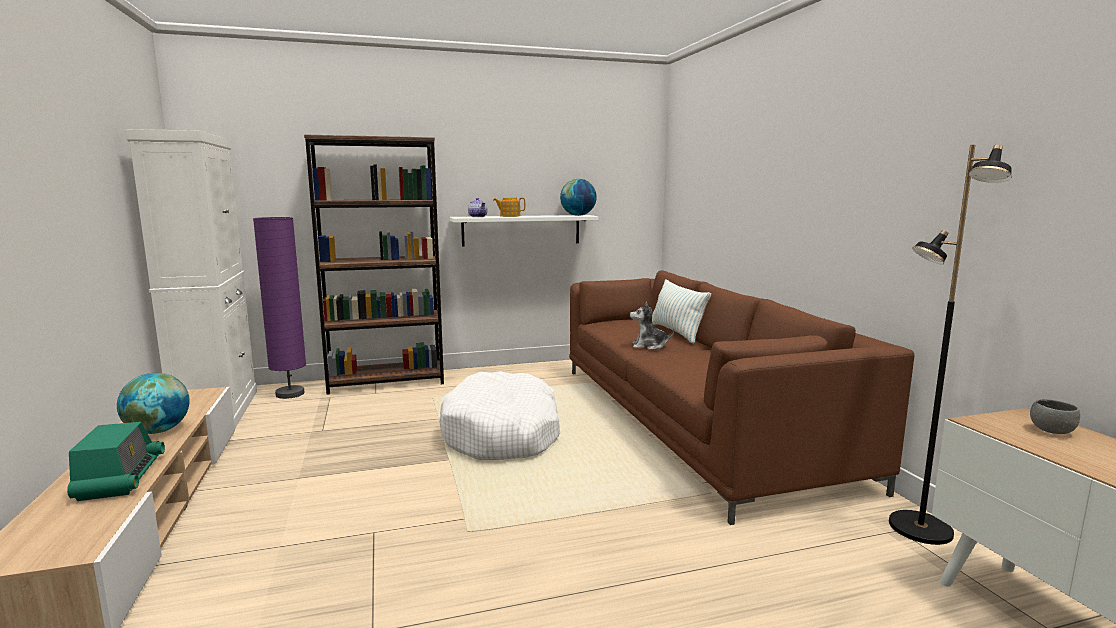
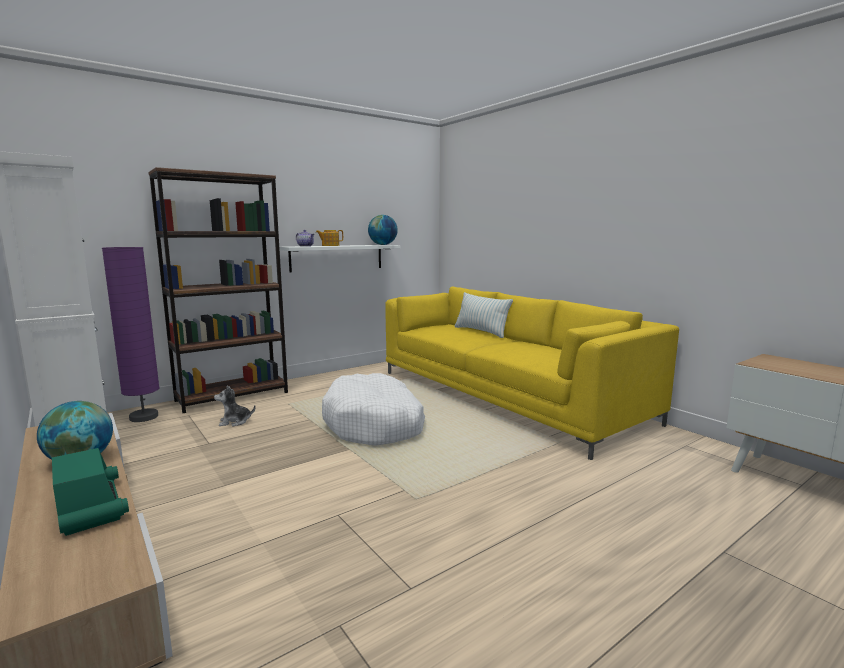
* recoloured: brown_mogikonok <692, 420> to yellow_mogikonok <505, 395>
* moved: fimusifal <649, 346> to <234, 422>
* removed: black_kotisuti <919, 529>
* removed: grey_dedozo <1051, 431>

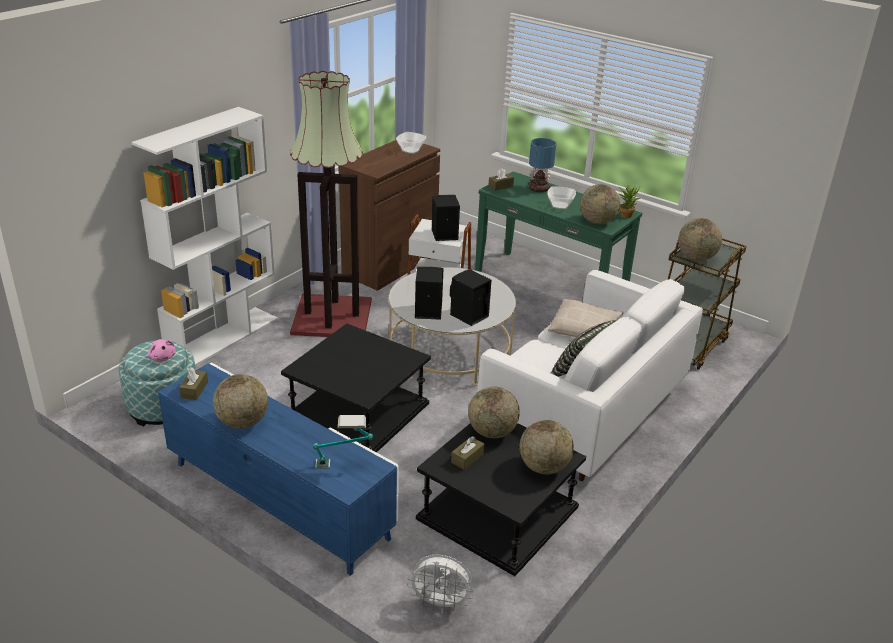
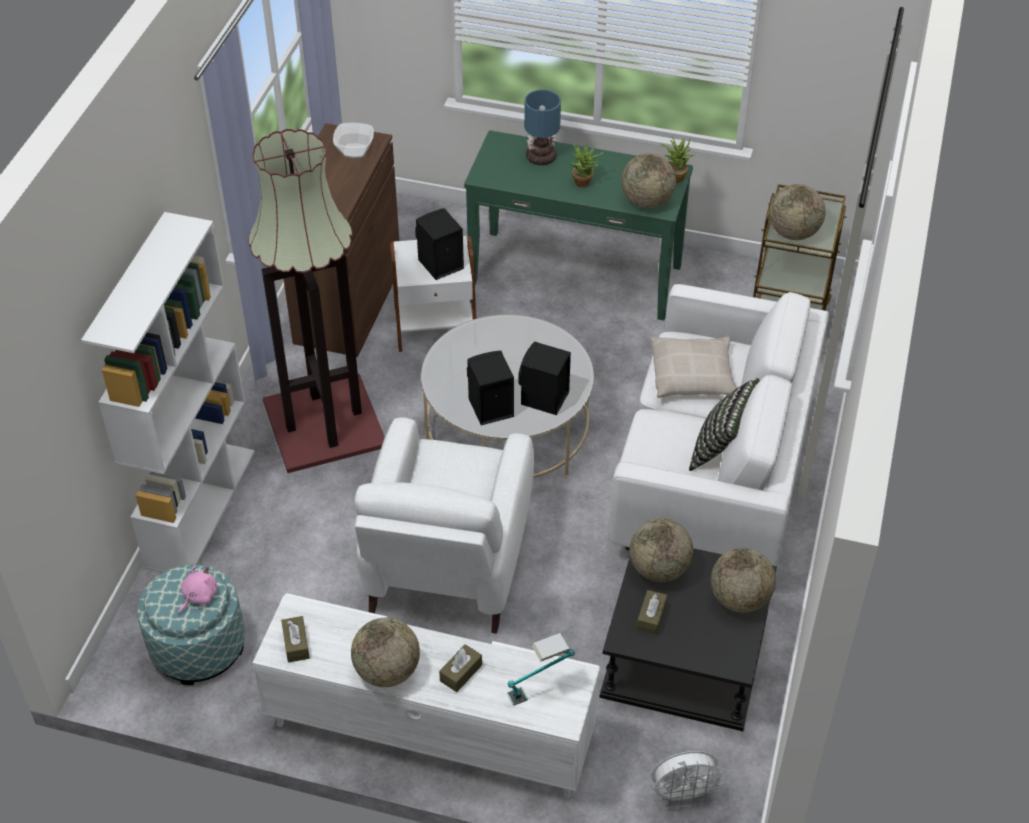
* turned: pink_fimusifal <162, 357> = <198, 596> 90 degrees counterclockwise
* recoloured: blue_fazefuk <279, 501> to white_fazefuk <431, 730>
* replaced: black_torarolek <357, 411> to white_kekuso <446, 567>
* moved: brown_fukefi <500, 186> to <461, 673>
* replaced: dedozo <559, 205> to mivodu <585, 184>

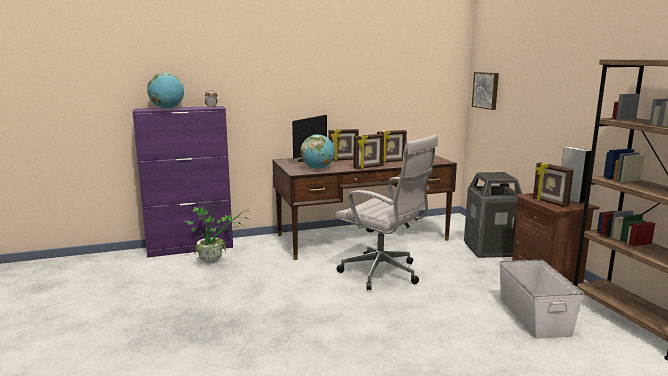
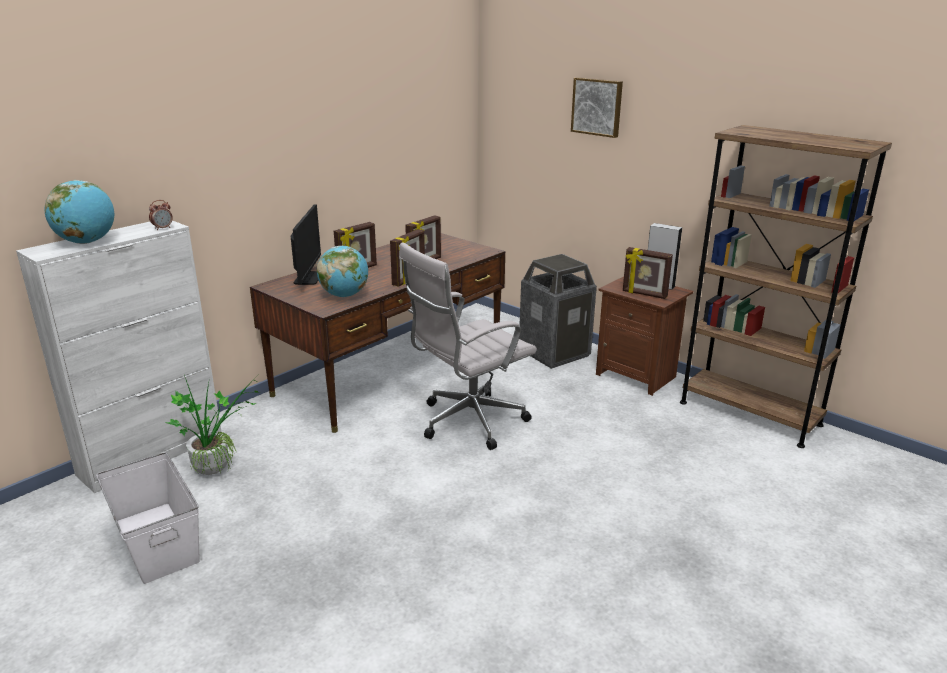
* recoloured: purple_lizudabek <191, 247> to white_lizudabek <152, 454>
* turned: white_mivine <384, 274> = <467, 422> 135 degrees clockwise
* moved: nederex <486, 90> to <597, 107>
* moved: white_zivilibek <534, 316> to <157, 540>

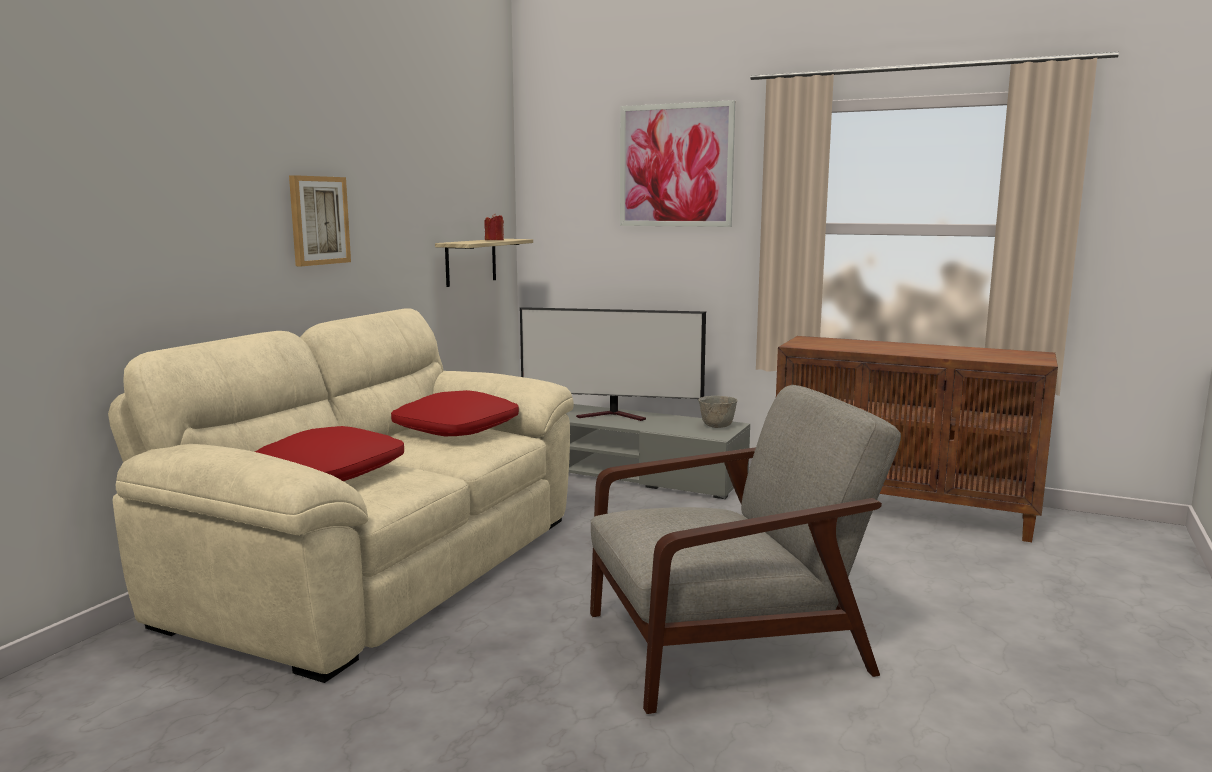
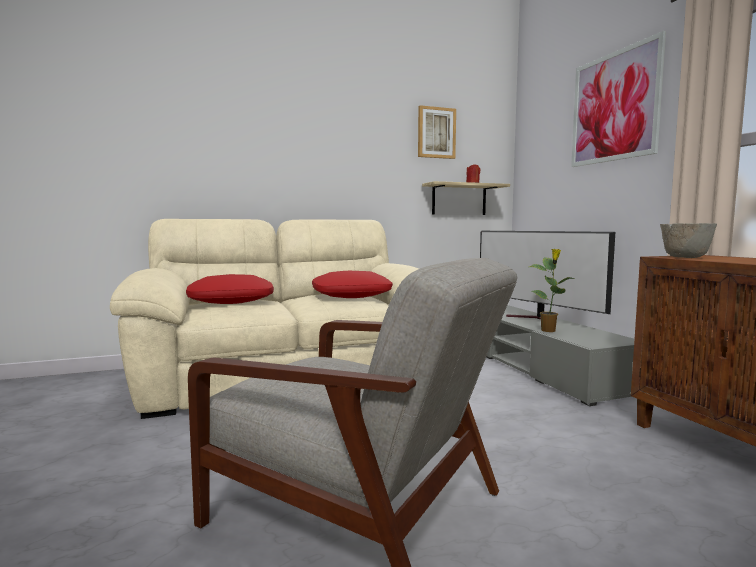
* moved: nederex <318, 220> to <436, 133>
* moved: grey_dedozo <717, 426> to <684, 257>
* added: mivodu <549, 330>

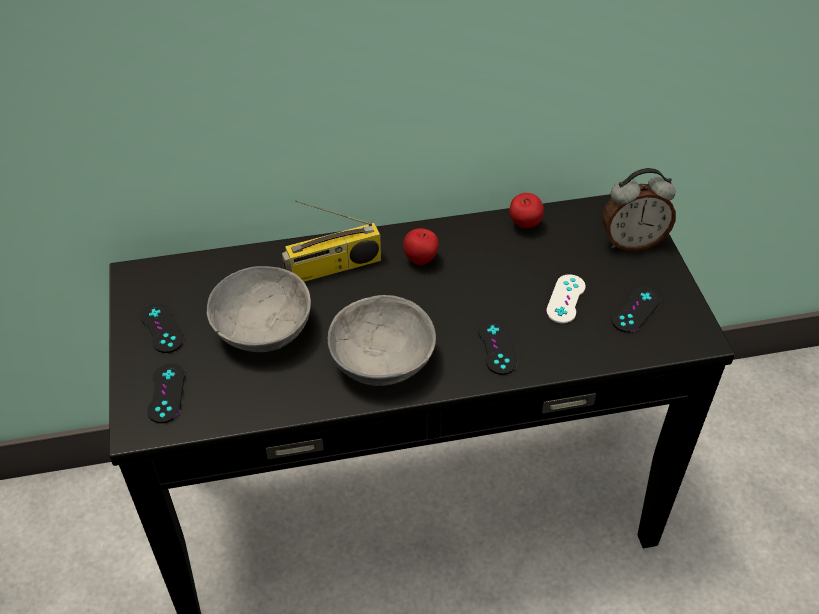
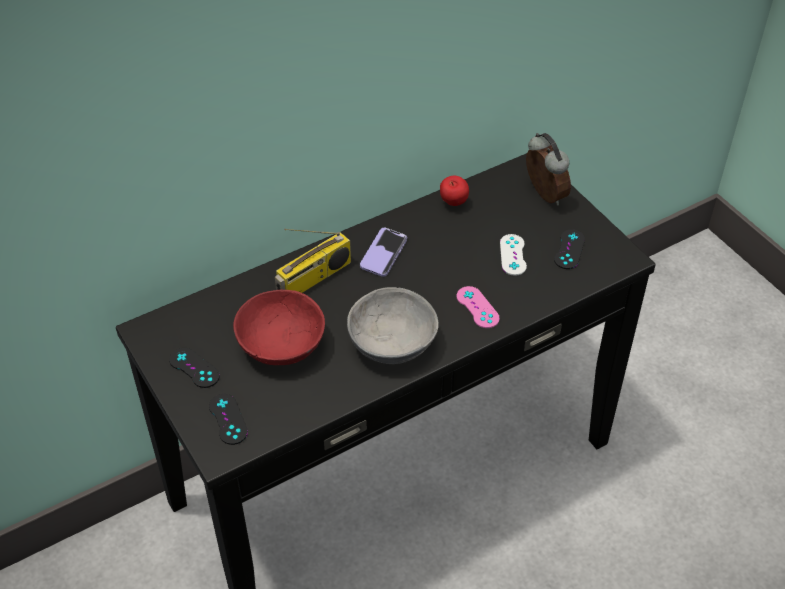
* recoloured: grey_dedozo <264, 327> to red_dedozo <281, 343>
* replaced: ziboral <421, 260> to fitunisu <383, 253>
* recoloured: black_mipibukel <497, 347> to pink_mipibukel <477, 307>
* turned: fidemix <632, 242> = <543, 196> 90 degrees counterclockwise

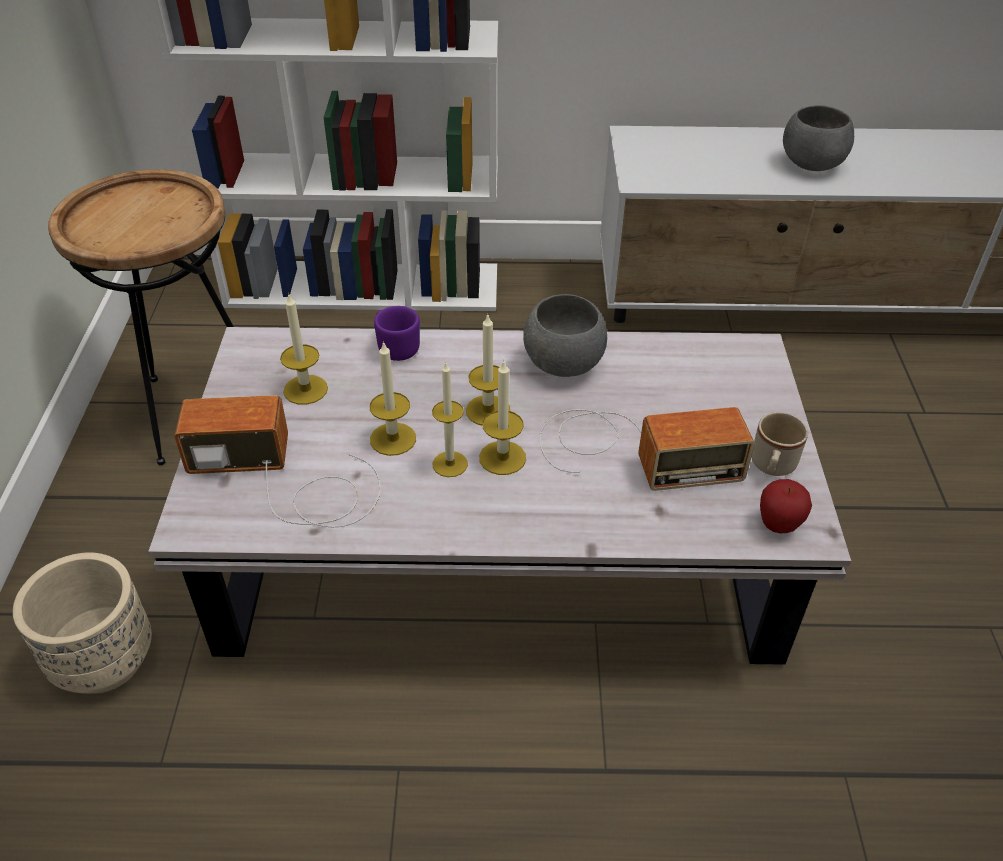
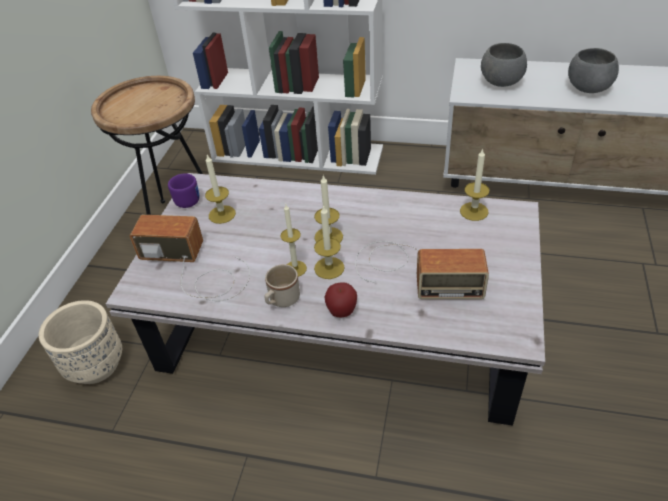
* moved: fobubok <393, 439> to <474, 211>
* moved: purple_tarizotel <396, 347> to <187, 199>
* moved: grey_dedozo <562, 364> to <500, 83>
* moved: beige_tarizotel <771, 467> to <281, 300>
* moved: ziboral <778, 525> to <341, 312>

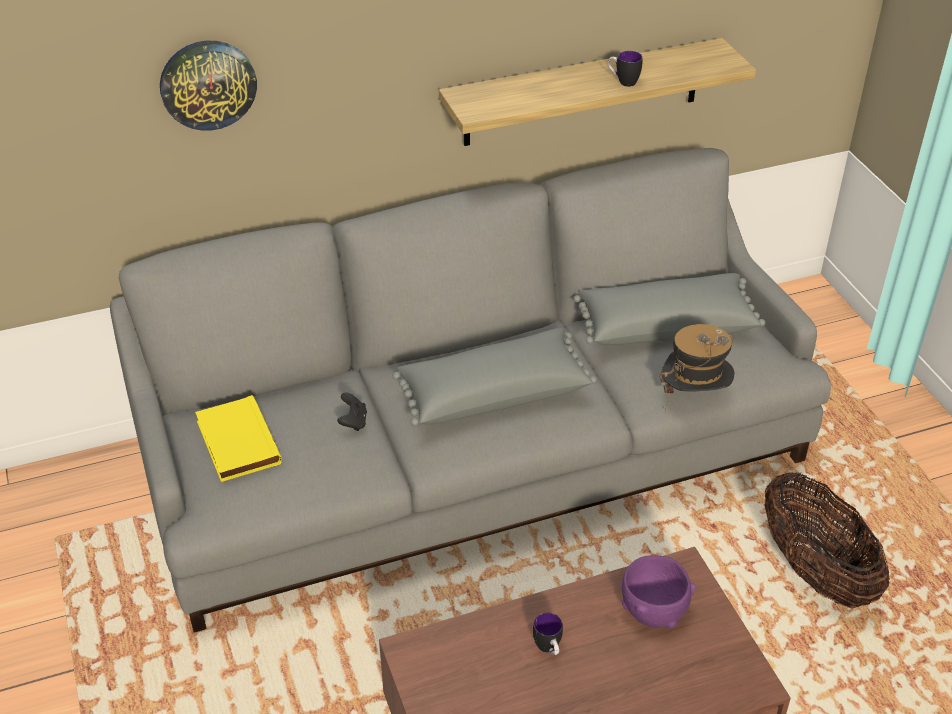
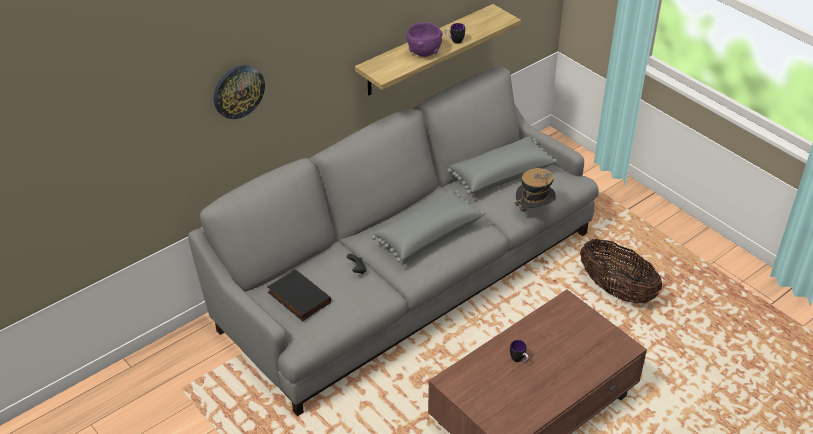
* recoloured: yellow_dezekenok <236, 443> to black_dezekenok <297, 298>
* moved: purple_dedozo <653, 611> to <424, 52>

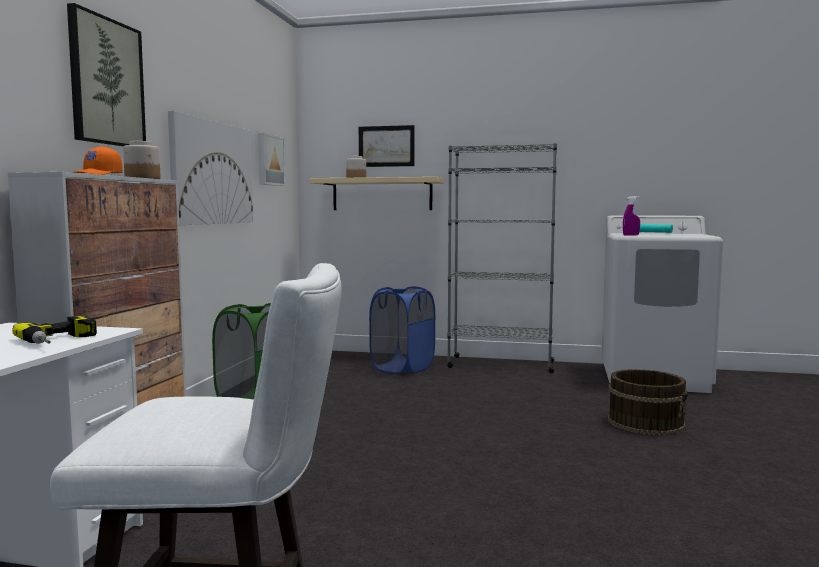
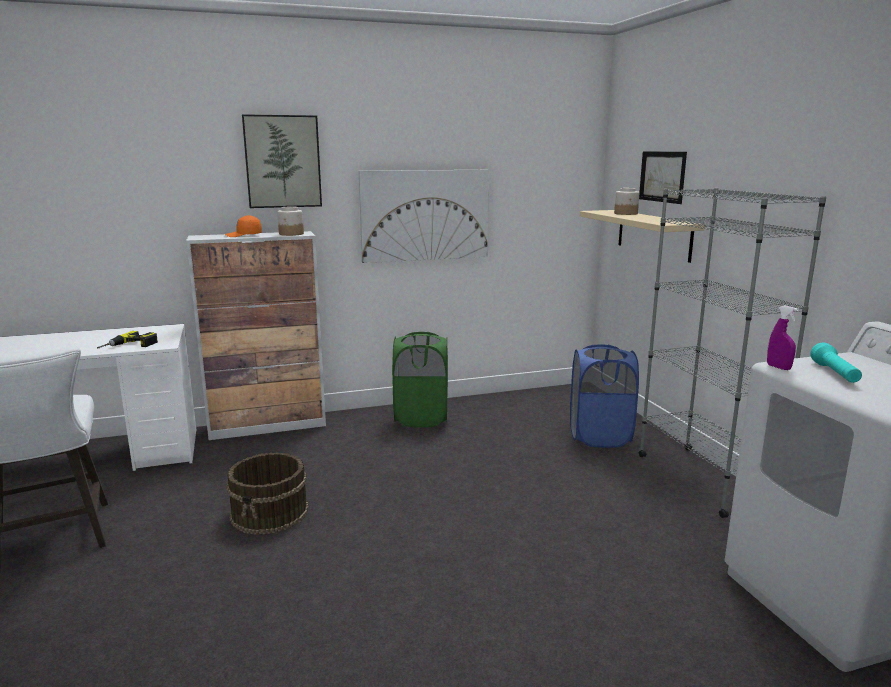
* removed: nederex <269, 160>
* moved: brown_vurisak <646, 422> to <270, 513>

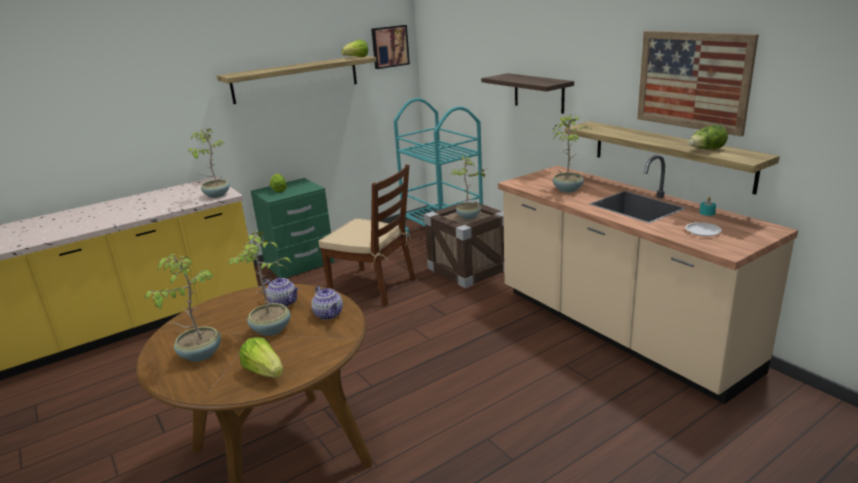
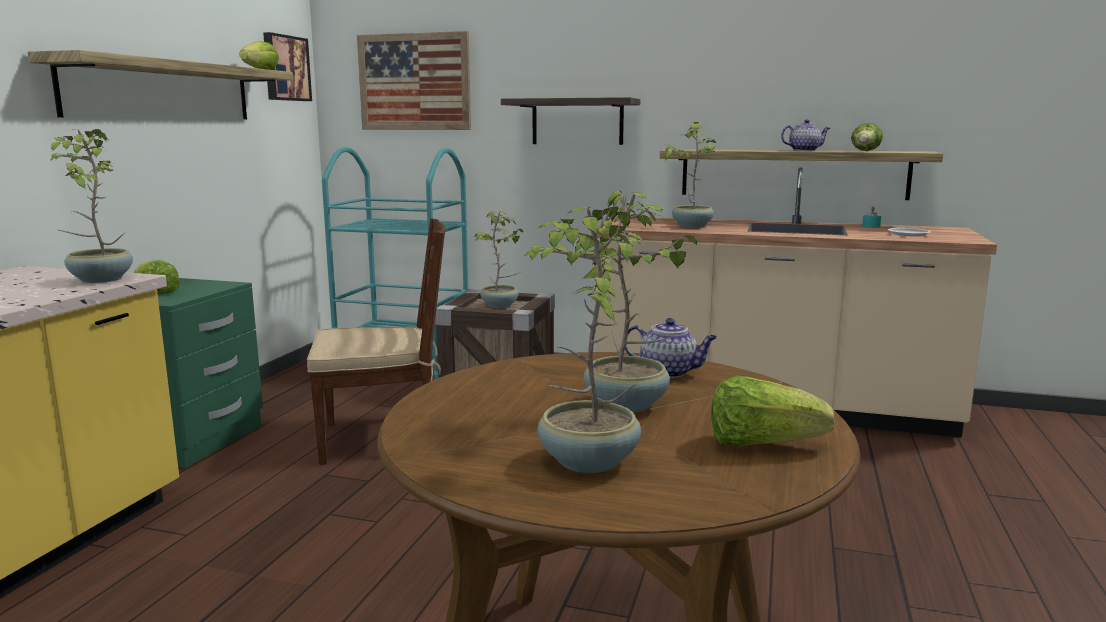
* moved: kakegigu <284, 303> to <804, 150>
* moved: nederex <692, 80> to <414, 82>

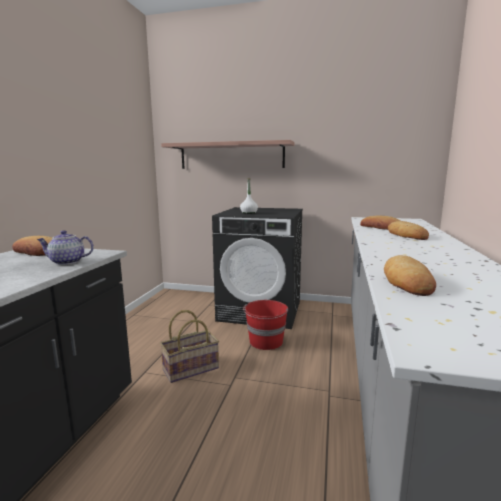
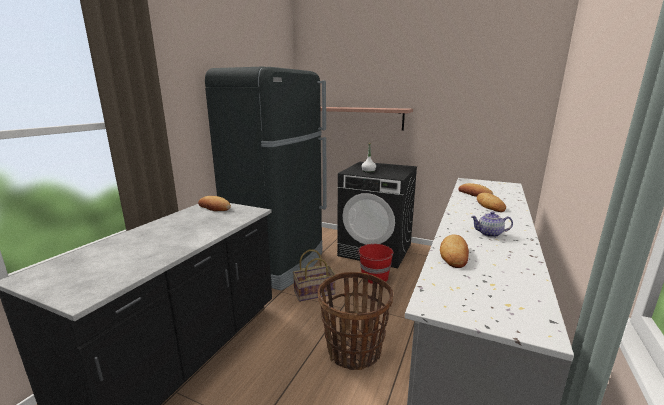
* moved: kakegigu <66, 262> to <489, 234>
* added: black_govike <279, 264>
* added: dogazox <354, 351>

